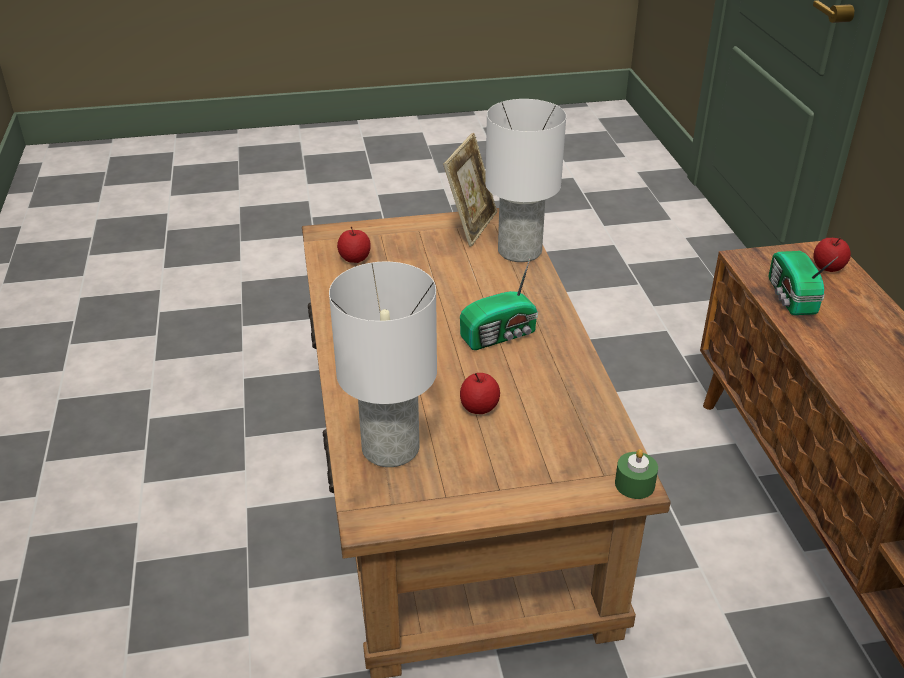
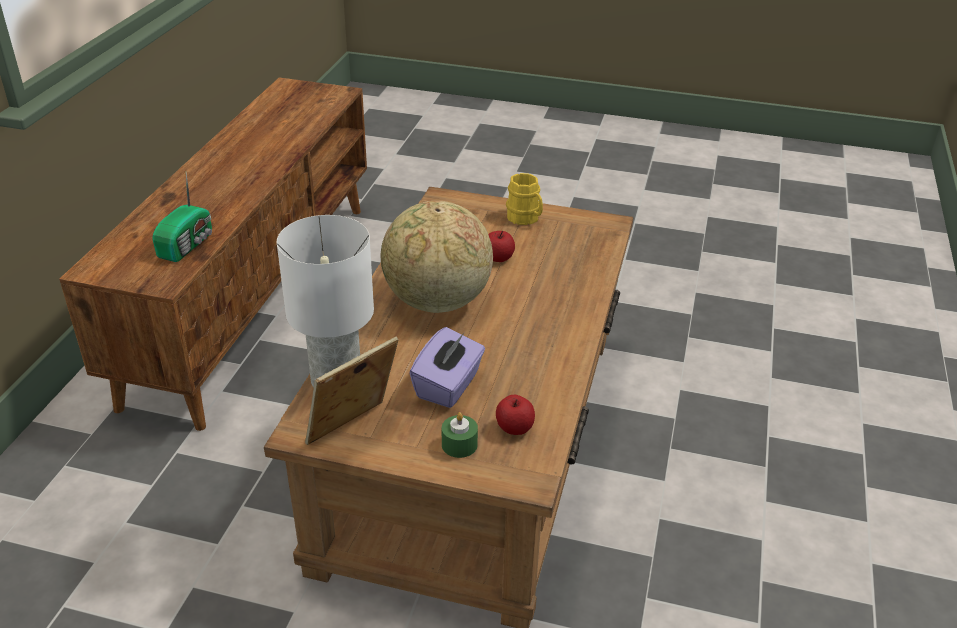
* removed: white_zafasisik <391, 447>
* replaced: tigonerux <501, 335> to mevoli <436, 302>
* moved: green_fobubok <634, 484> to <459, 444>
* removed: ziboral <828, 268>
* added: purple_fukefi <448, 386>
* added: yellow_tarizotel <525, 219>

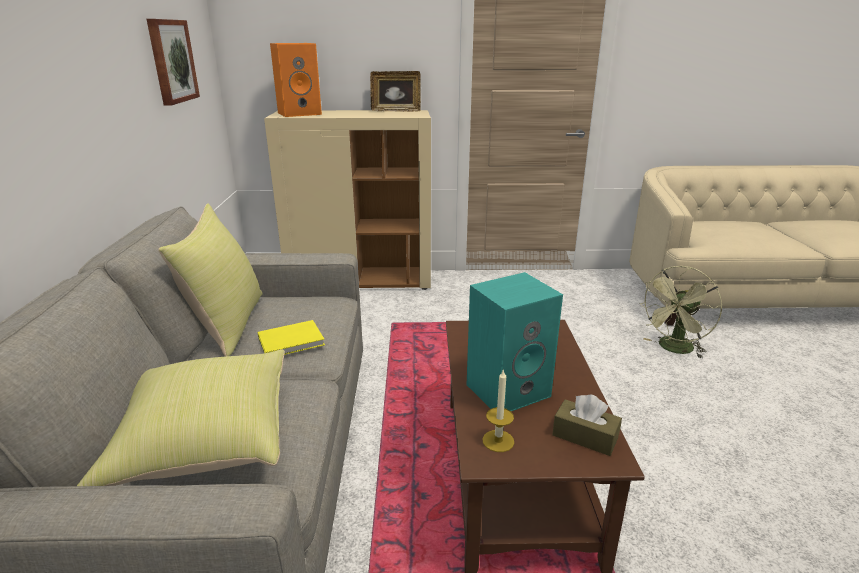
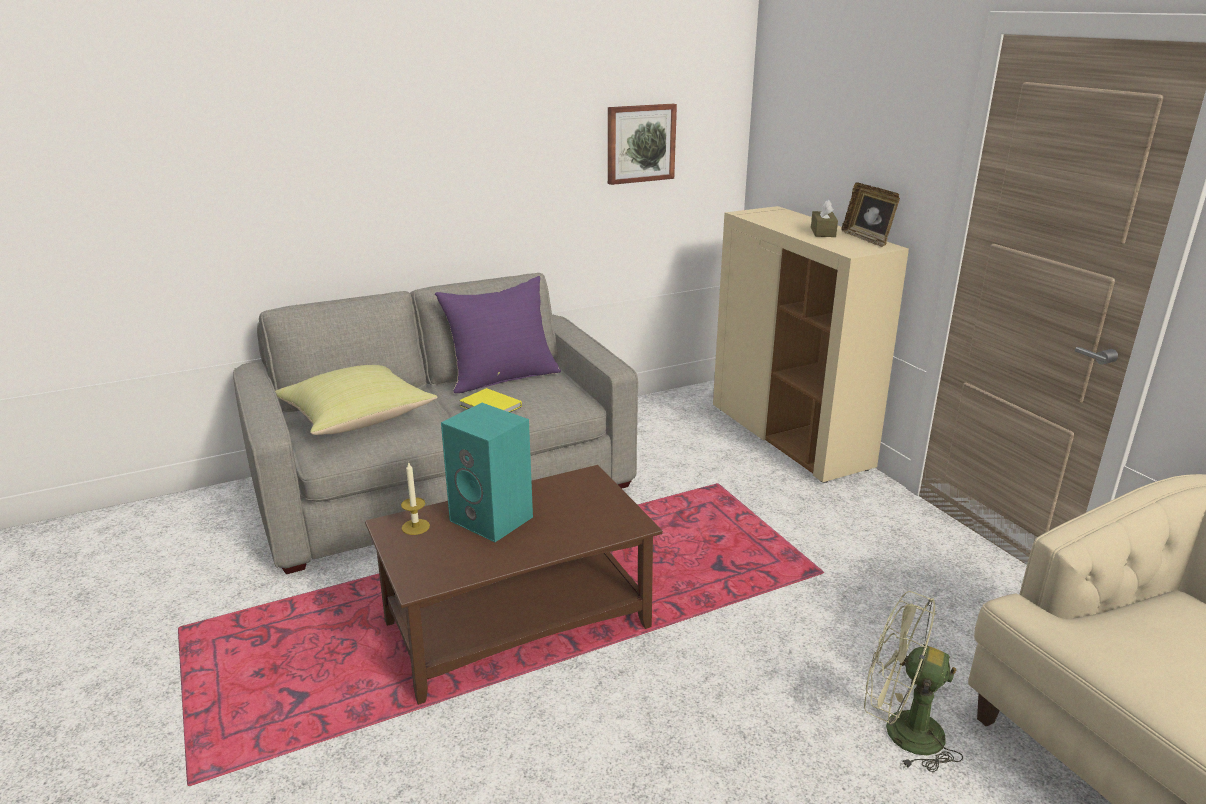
* recoloured: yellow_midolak <228, 324> to purple_midolak <502, 377>
* removed: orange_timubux <300, 113>
* moved: brown_fukefi <585, 436> to <823, 232>

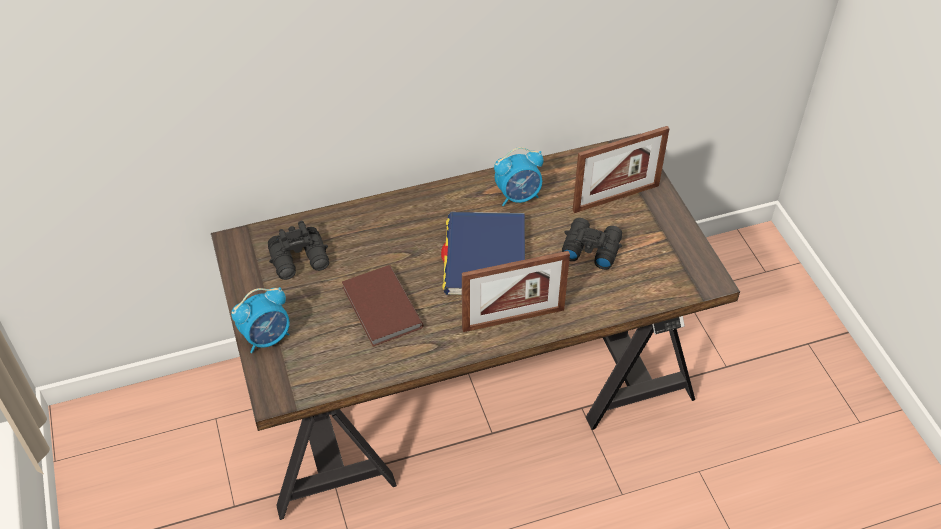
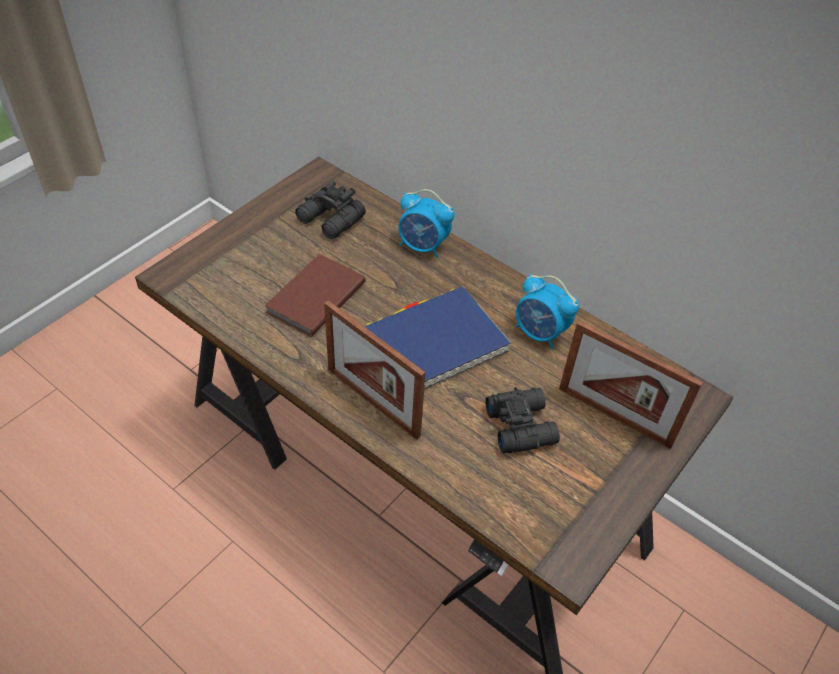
* moved: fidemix <267, 338> to <423, 246>

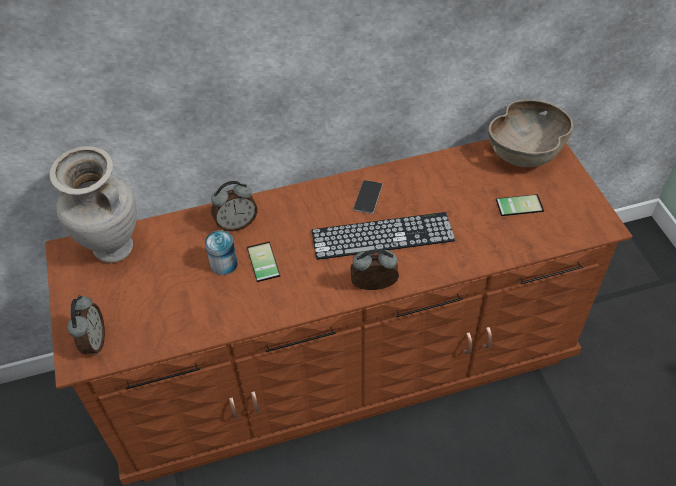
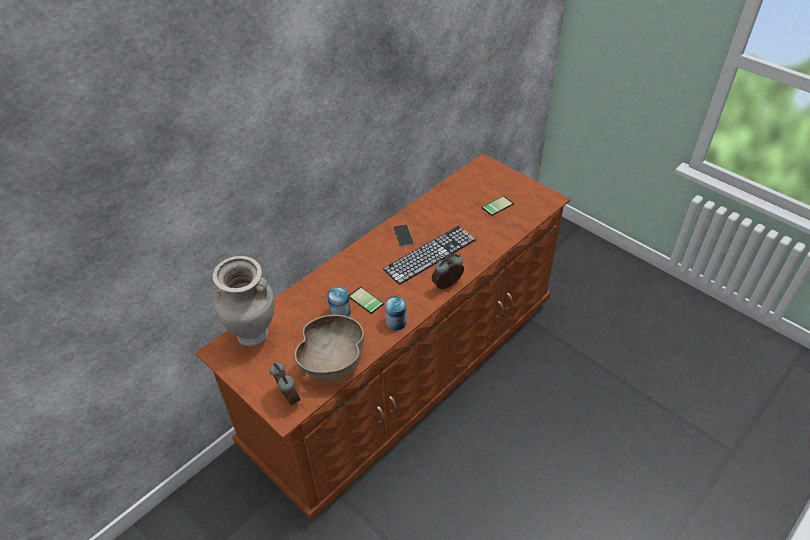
* removed: fidemix <236, 224>
* moved: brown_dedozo <525, 152> to <333, 362>
* added: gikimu <396, 322>

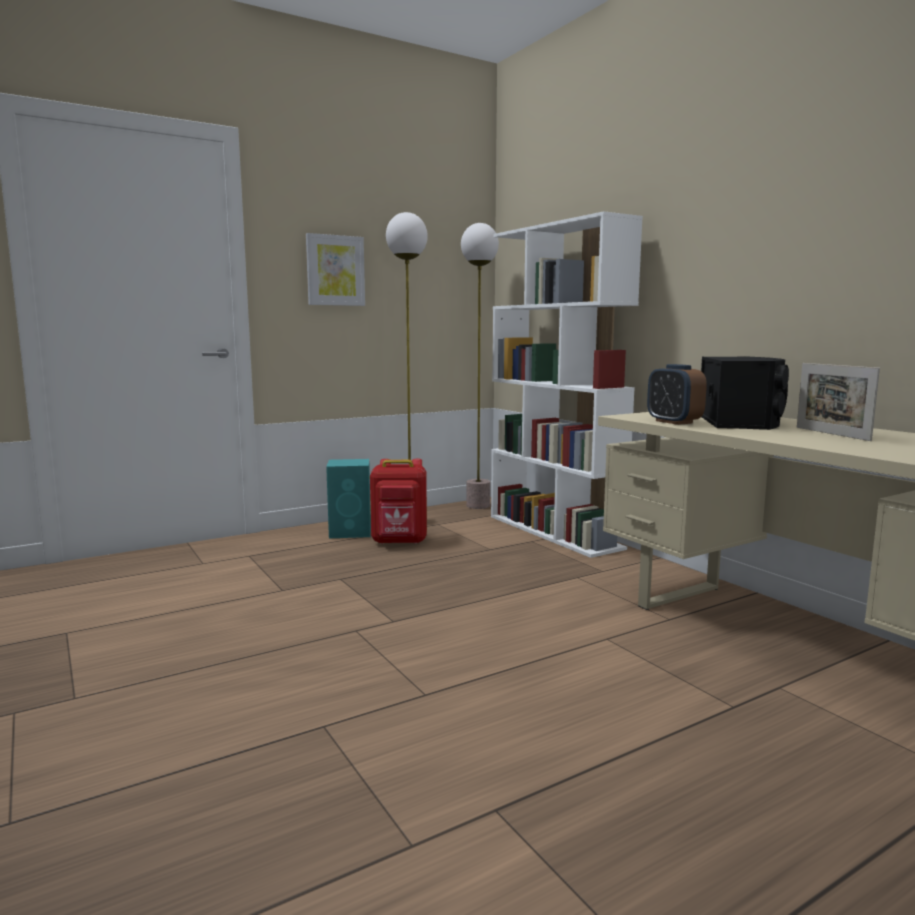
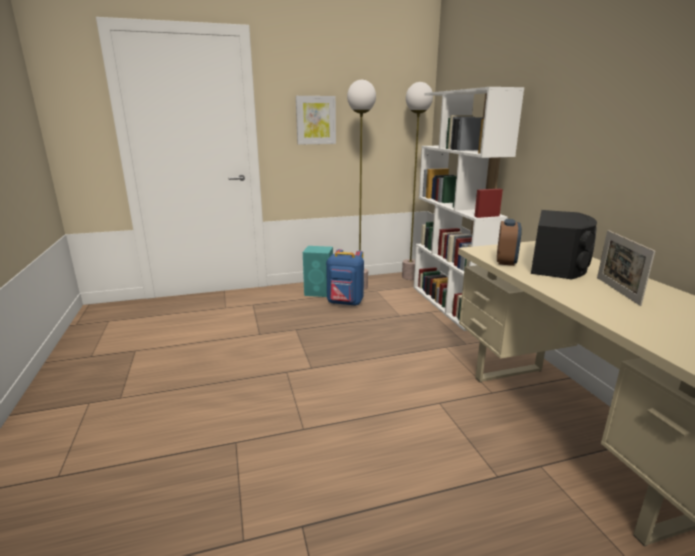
* recoloured: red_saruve <400, 542> to blue_saruve <345, 303>
* turned: fidemix <674, 422> = <506, 261> 150 degrees counterclockwise

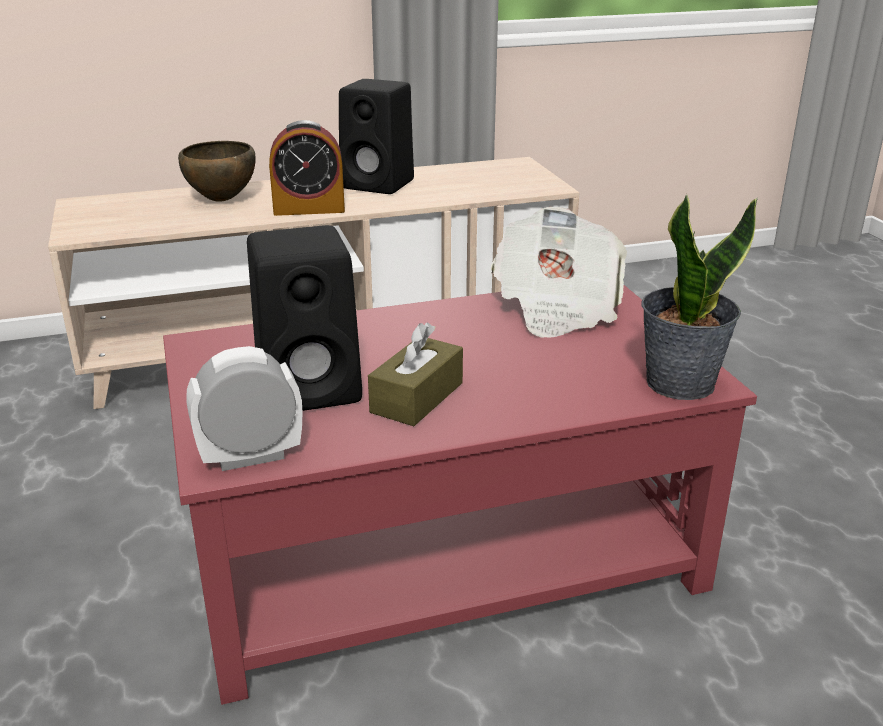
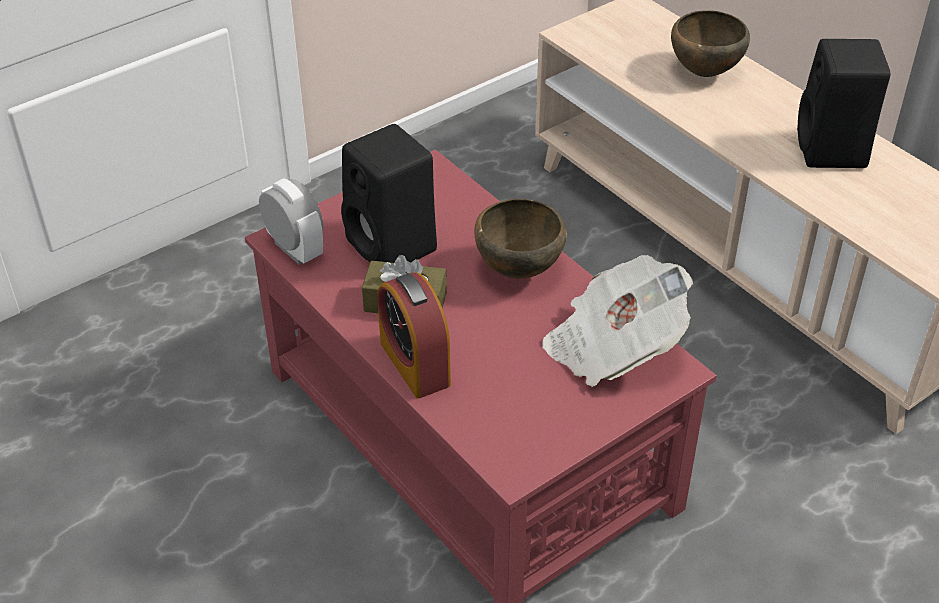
* moved: fidemix <309, 209> to <415, 364>
* removed: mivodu <679, 382>
* added: brown_dedozo <518, 270>

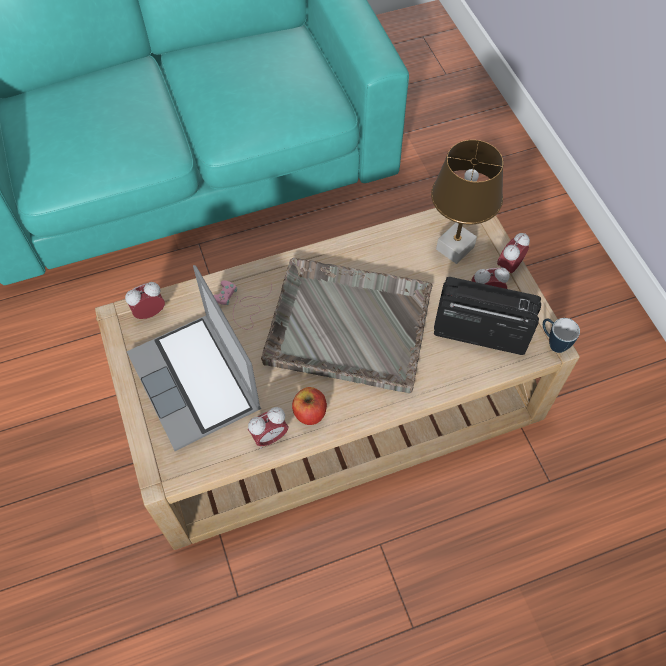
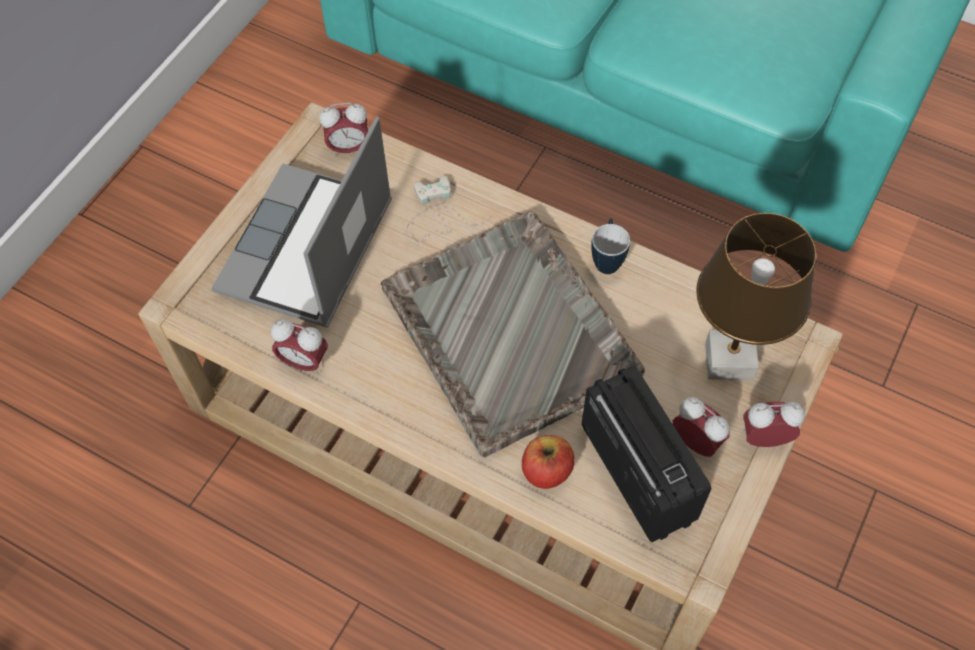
* turned: fidemix <150, 312> = <348, 148> 150 degrees clockwise
* recoloured: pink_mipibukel <241, 305> to white_mipibukel <435, 216>
* moved: ziboral <309, 412> to <546, 470>
* moved: tarizotel <553, 343> to <607, 259>

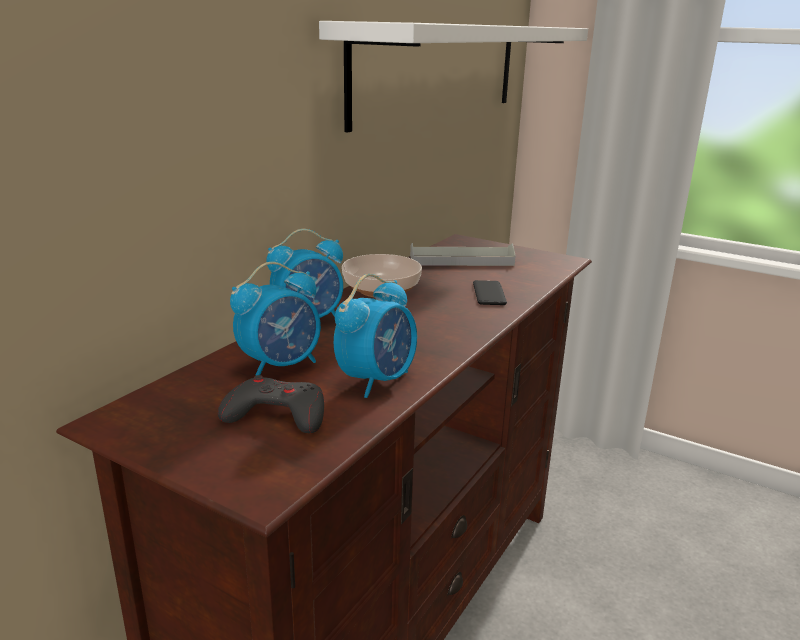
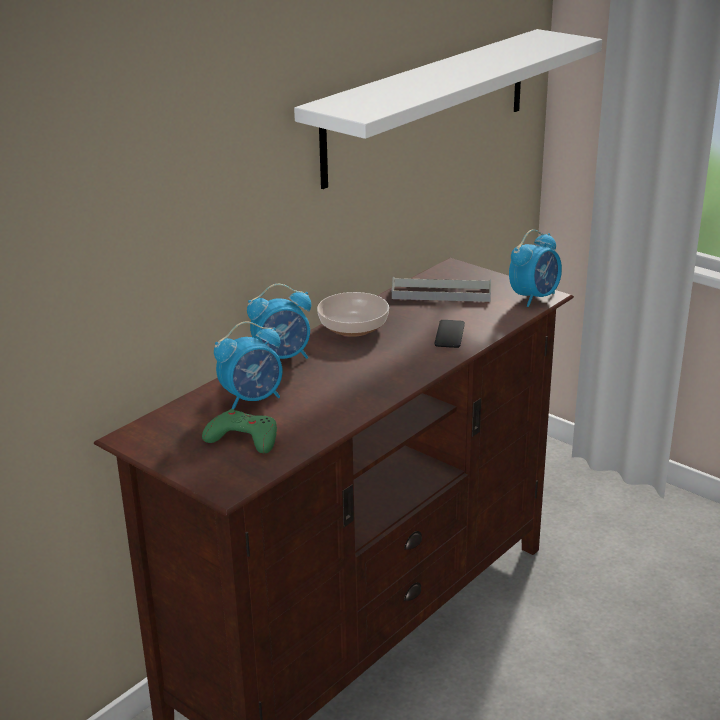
* recoloured: grey_mipibukel <276, 414> to green_mipibukel <243, 438>
* moved: fidemix <377, 380> to <534, 297>

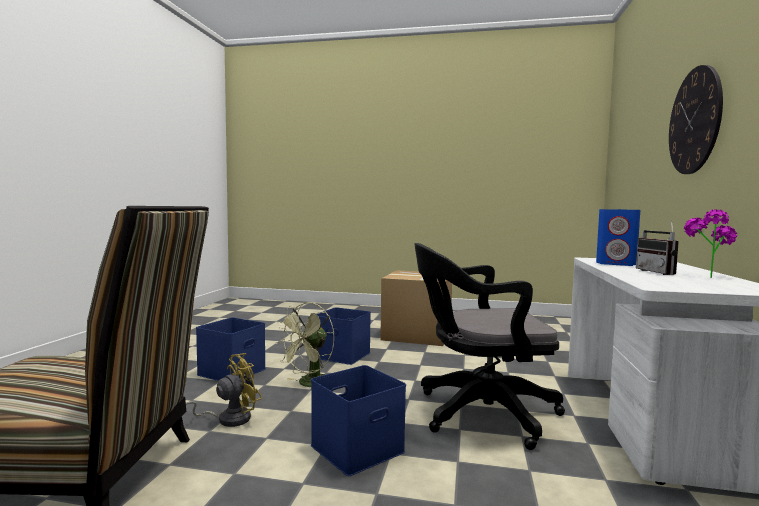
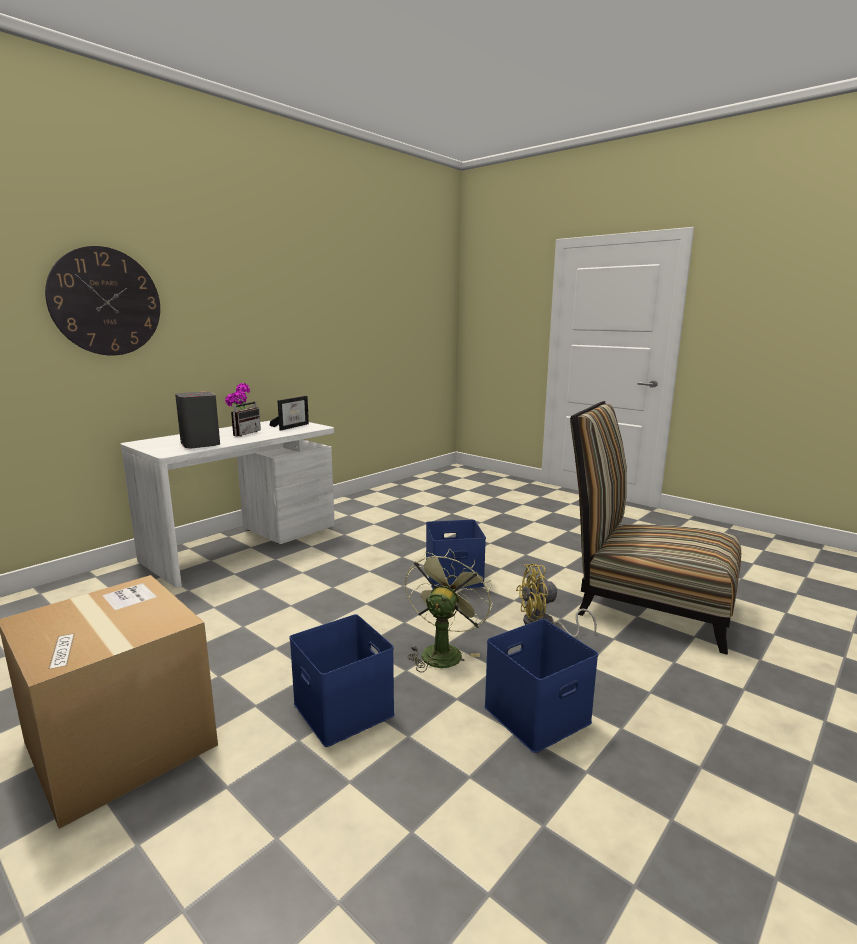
* turned: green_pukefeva <310, 384> = <443, 651> 45 degrees counterclockwise
* removed: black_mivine <479, 413>
* recoloured: blue_timubux <616, 263> to grey_timubux <200, 444>
* added: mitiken <292, 426>

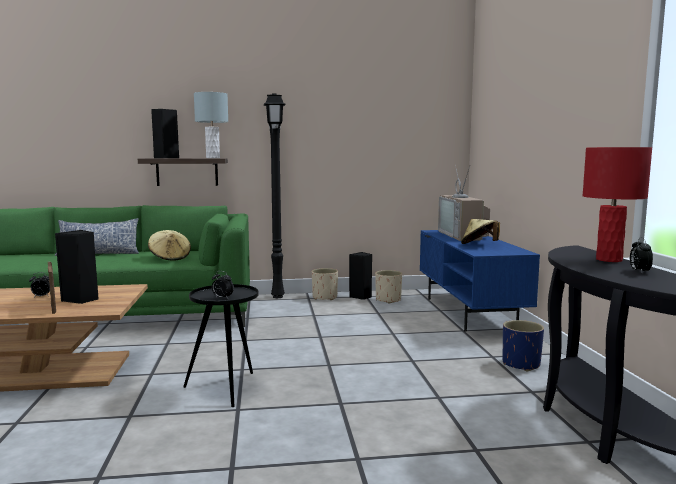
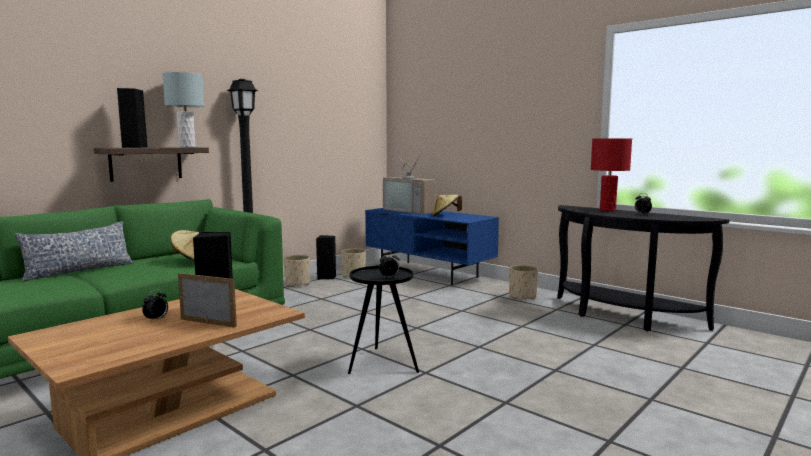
* recoloured: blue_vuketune <521, 364> to beige_vuketune <522, 296>

